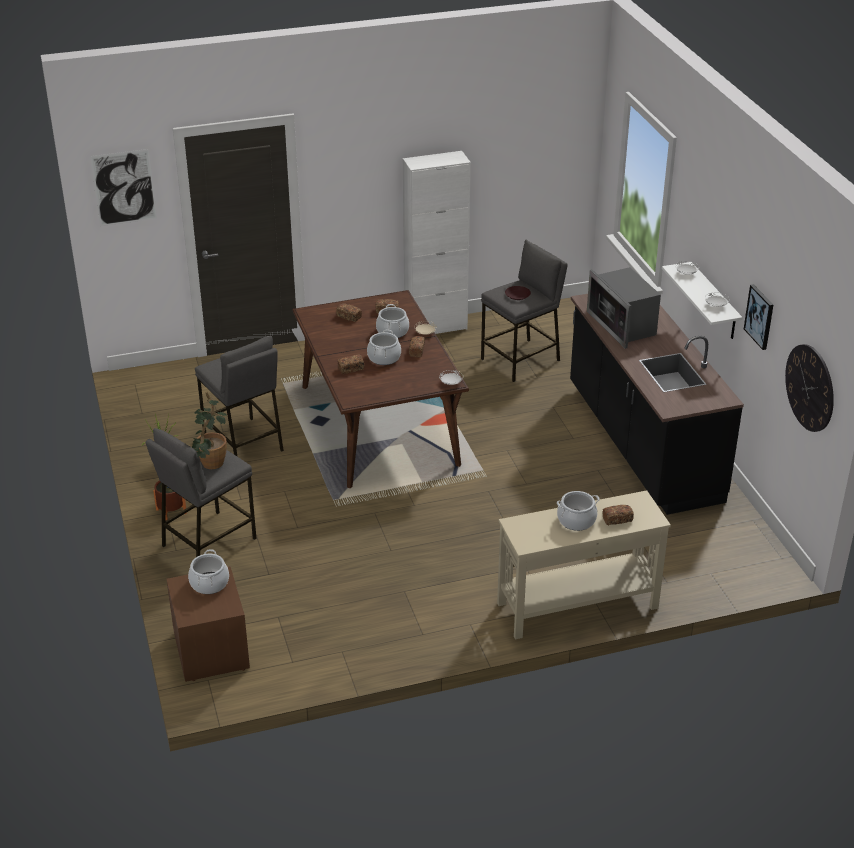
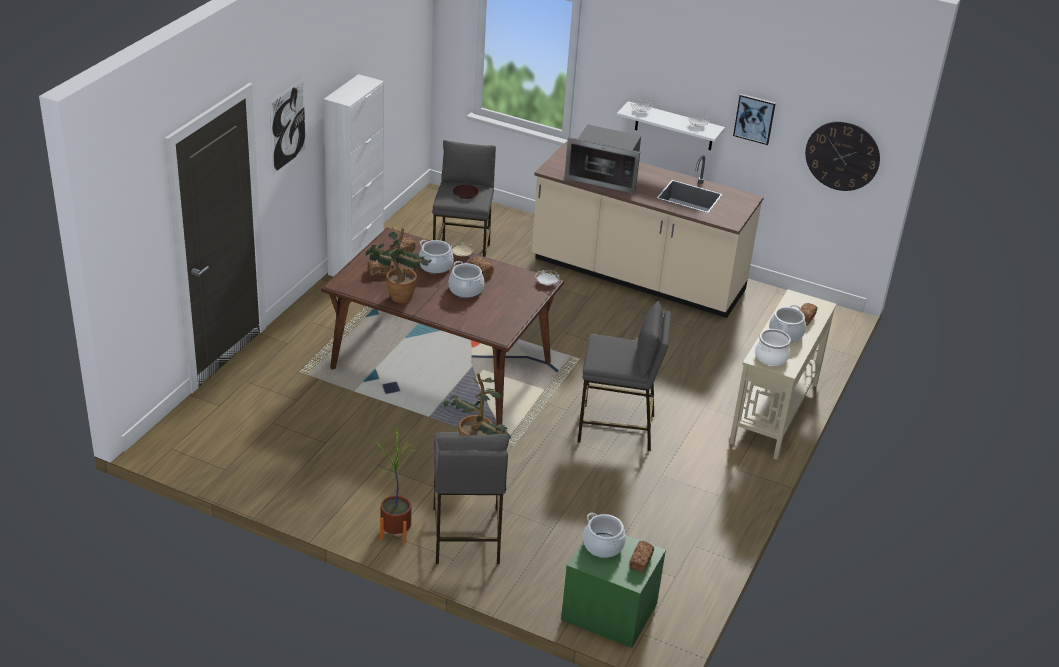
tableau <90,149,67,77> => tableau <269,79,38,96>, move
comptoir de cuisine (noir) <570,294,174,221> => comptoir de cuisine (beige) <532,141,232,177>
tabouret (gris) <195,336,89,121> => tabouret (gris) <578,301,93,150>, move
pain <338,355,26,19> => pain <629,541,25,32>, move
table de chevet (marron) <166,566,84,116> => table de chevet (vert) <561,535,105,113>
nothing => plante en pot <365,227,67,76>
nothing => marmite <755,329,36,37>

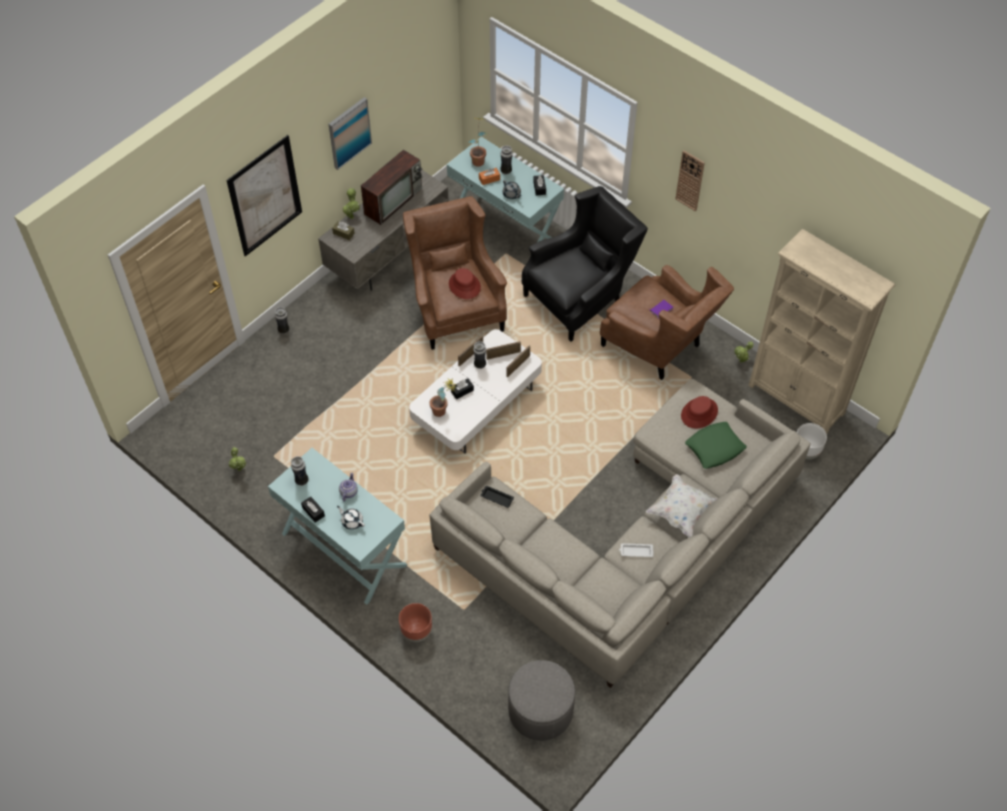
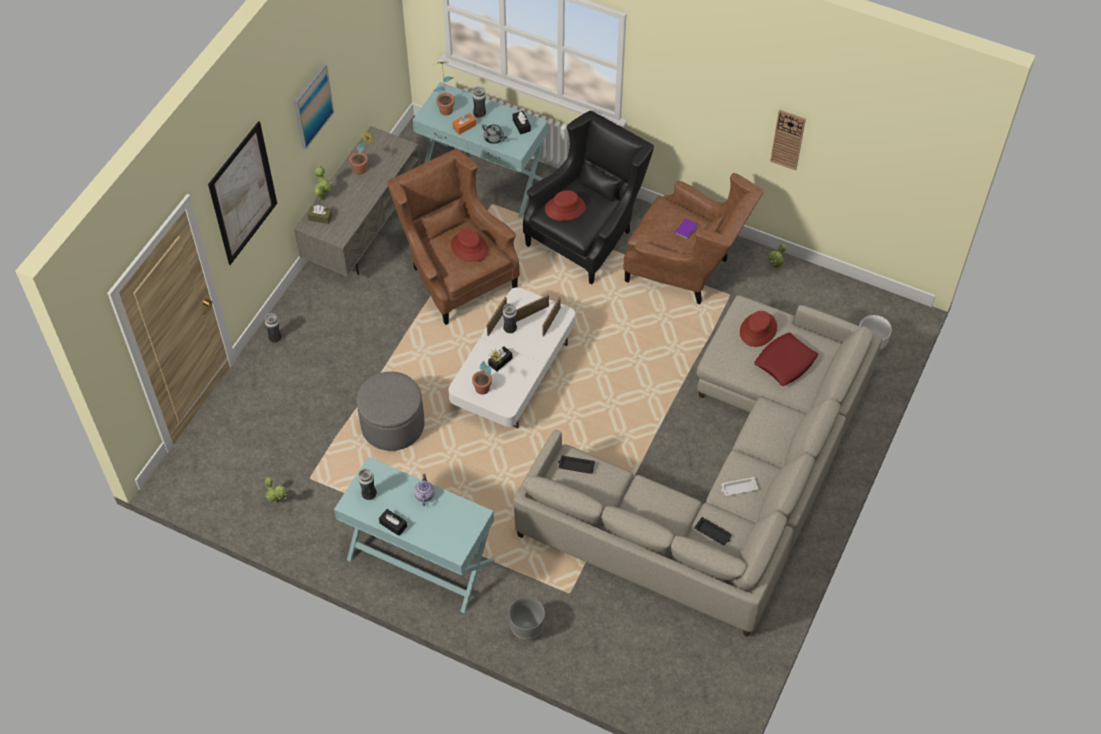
téléviseur <361,150,61,75> => plante en pot <349,131,26,43>
horloge murale <675,150,30,61> => horloge murale <770,110,36,60>, move
bibliothèque (beige) <748,229,147,205> => nothing
coussin (vert) <685,422,62,47> => coussin (rouge) <754,333,64,53>
coussin (blanc) <646,474,71,63> => nothing
théière (blanc) <337,506,28,24> => nothing
cache-pot (marron) <399,603,33,39> => cache-pot (gris) <509,597,36,43>
pouf (gris) <508,660,67,81> => pouf (gris) <357,372,67,79>, move
nothing => chapeau (rouge) <545,190,41,31>
nothing => plateau (noir) <694,517,38,28>

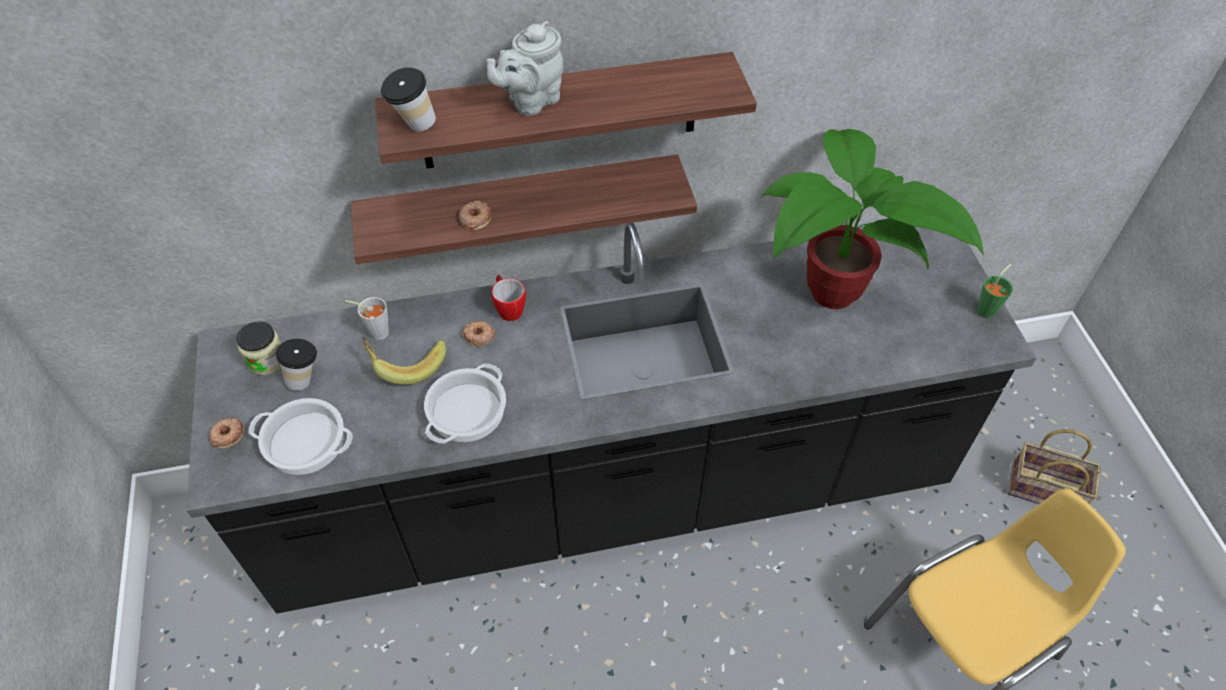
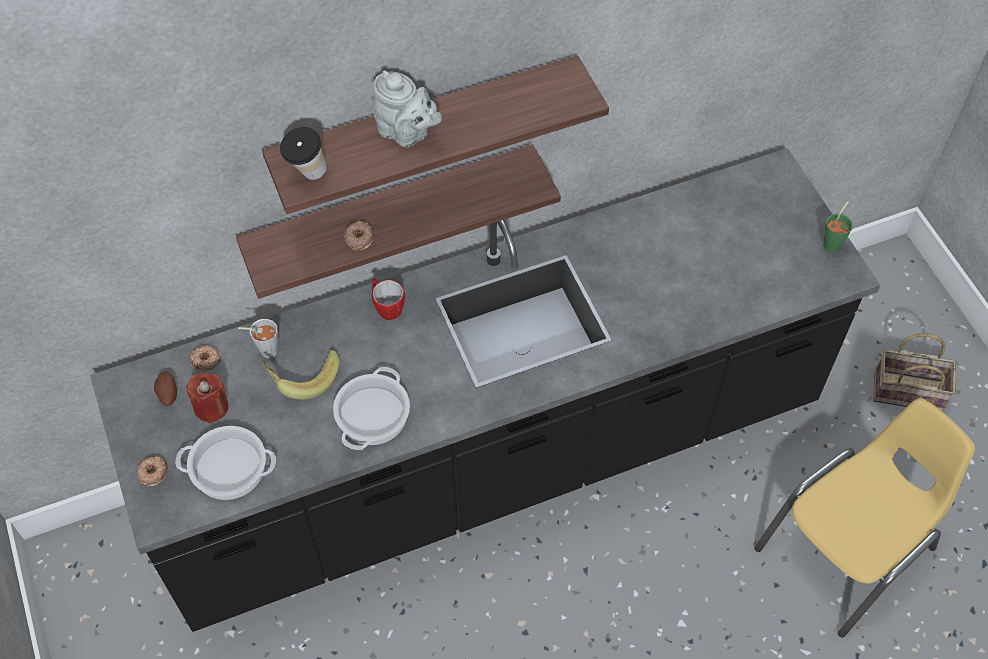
théière (gris) <487,21,76,95> => théière (gris) <373,70,69,77>, 90 degrees counterclockwise
plante en pot <761,129,223,180> => nothing
bocal <236,321,46,54> => pomme de terre <154,371,23,35>
beignet <463,321,32,26> => beignet <190,345,31,27>, move
tasse <276,339,41,52> => bougie (rouge) <186,373,42,50>

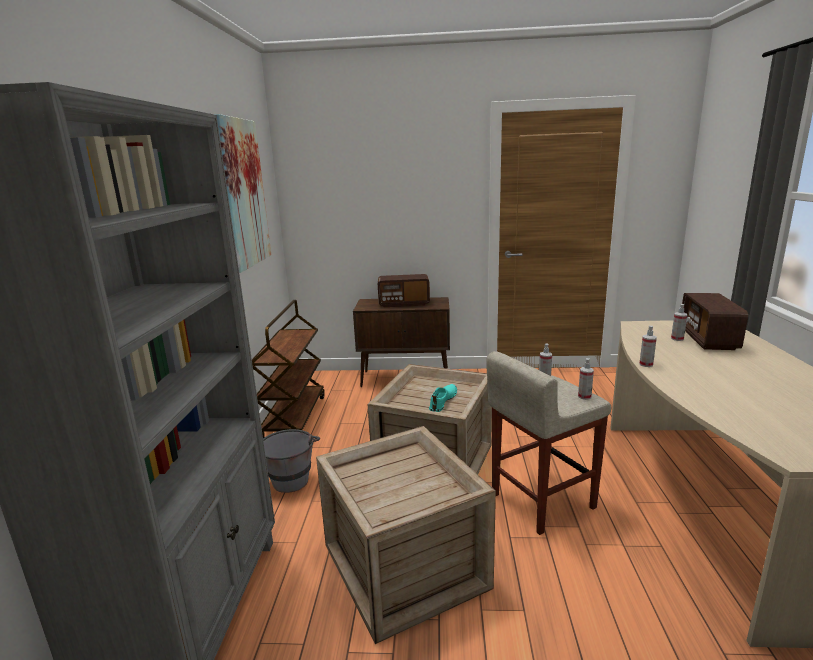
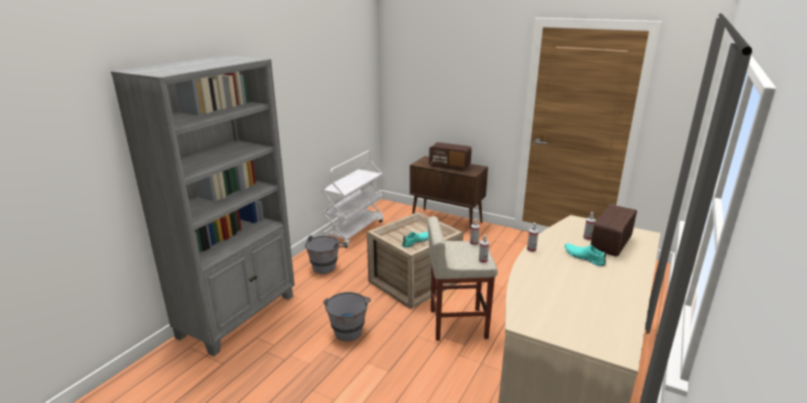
tableau <215,114,56,159> => nothing
chariot (marron) <252,300,73,138> => chariot (blanc) <321,151,63,97>
caisse <316,426,180,218> => seau (gris) <323,292,48,49>
nothing => chaussure (turquoise) <565,243,41,23>

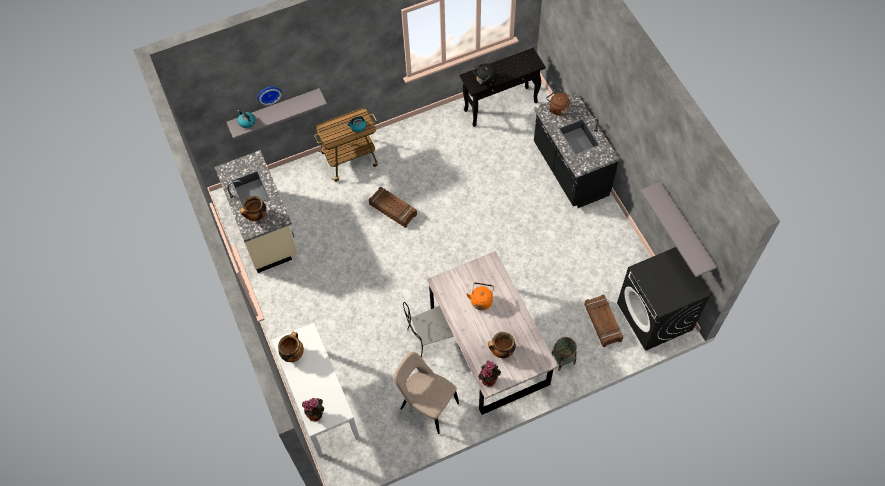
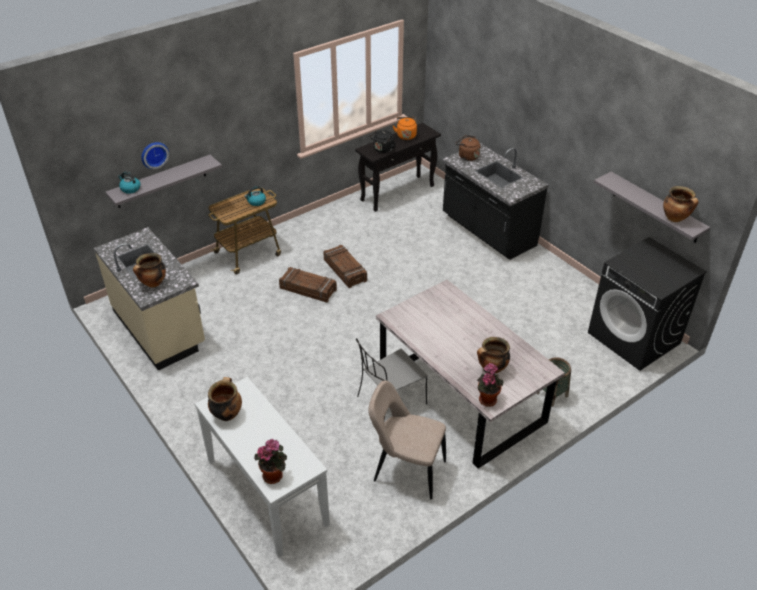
bouilloire (orange) <466,283,28,27> => bouilloire (orange) <393,117,24,23>, move
caisse <584,295,39,52> => caisse <323,245,44,43>, move
nothing => marmite <663,186,36,36>

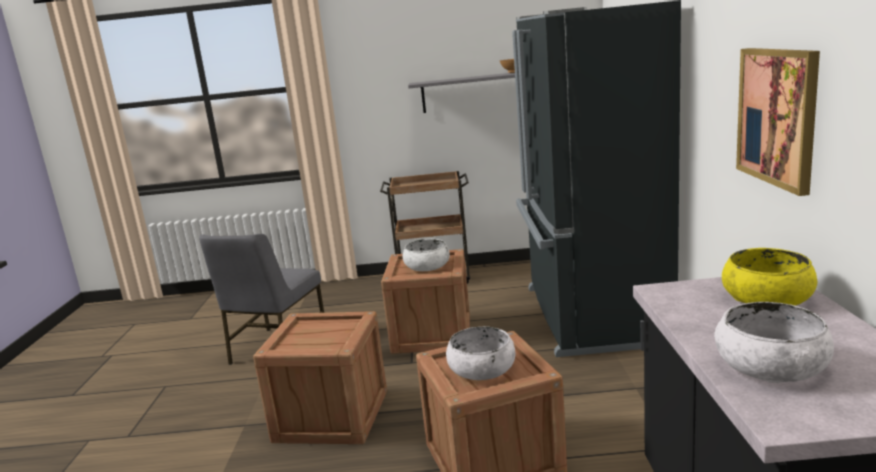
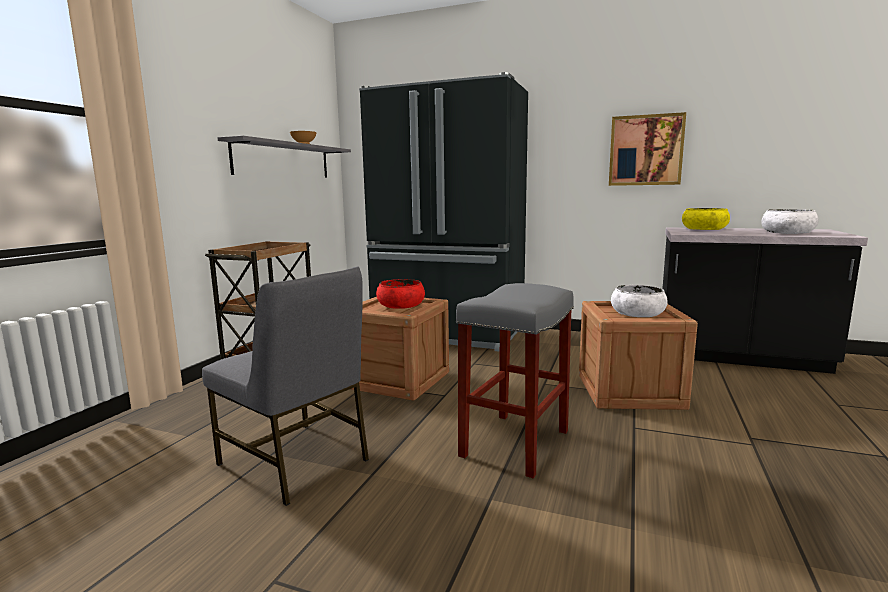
bol (blanc) <403,239,47,32> => bol (rouge) <376,279,49,30>
caisse <253,311,134,133> => tabouret (gris) <456,283,118,195>

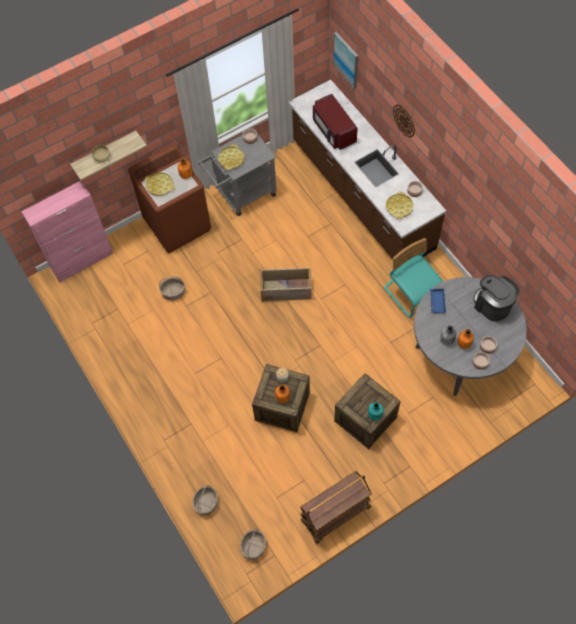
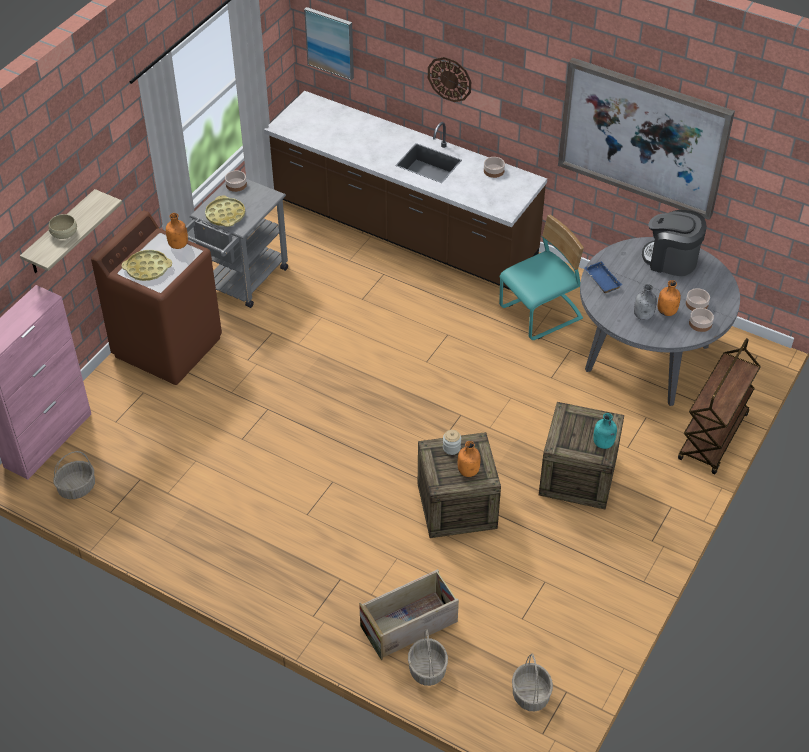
micro-ondes (rouge) <313,94,45,56> => nothing
plateau (jaune) <386,191,28,28> => nothing
chaise (turquoise) <384,238,59,80> => chaise (turquoise) <499,214,85,126>, 120 degrees clockwise
caisse <260,268,52,34> => caisse <359,569,100,91>, move
panier <159,276,26,25> => panier <53,451,42,48>, move
chariot (marron) <300,471,72,73> => chariot (marron) <678,338,83,136>, move
nothing => tableau <558,58,177,162>

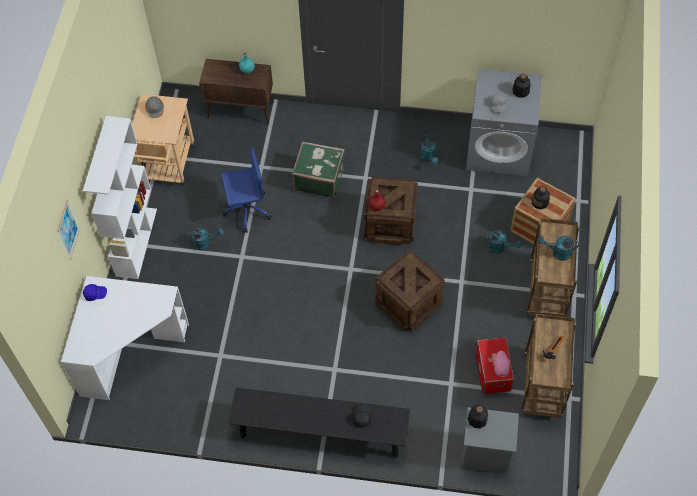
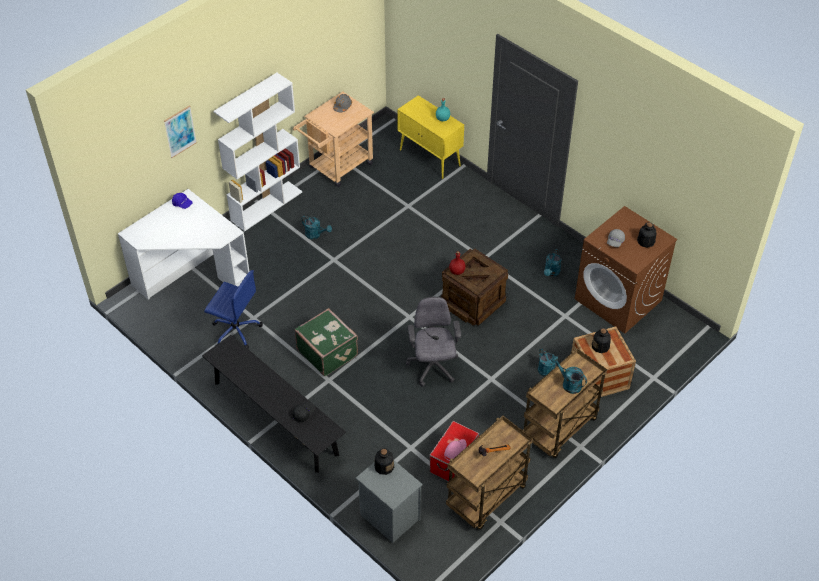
meuble de rangement (marron) <199,59,74,65> => meuble de rangement (jaune) <397,95,67,84>
lave-linge (gris) <466,69,76,107> => lave-linge (marron) <575,206,102,128>
valise (vert) <292,141,53,57> => valise (vert) <295,308,63,68>, move
chaise de bureau (bleu) <221,147,50,86> => chaise de bureau (bleu) <204,270,59,78>, move
caisse <375,251,70,81> => chaise de bureau (gris) <406,297,55,90>

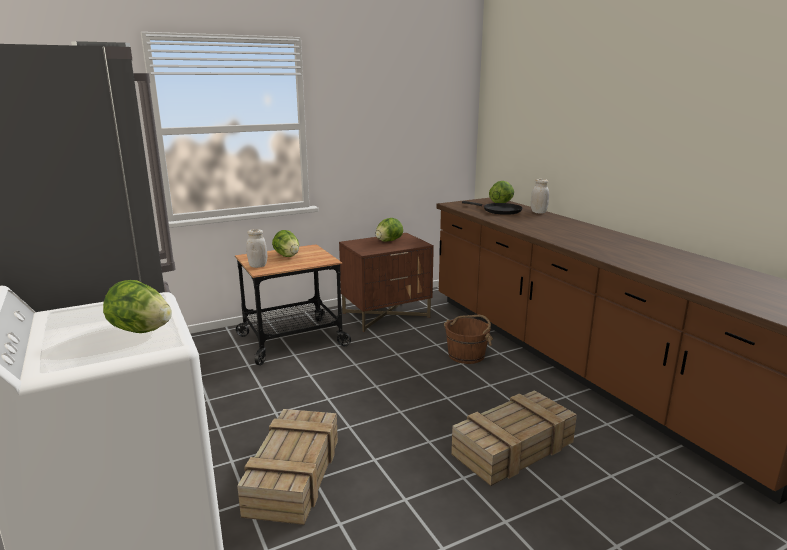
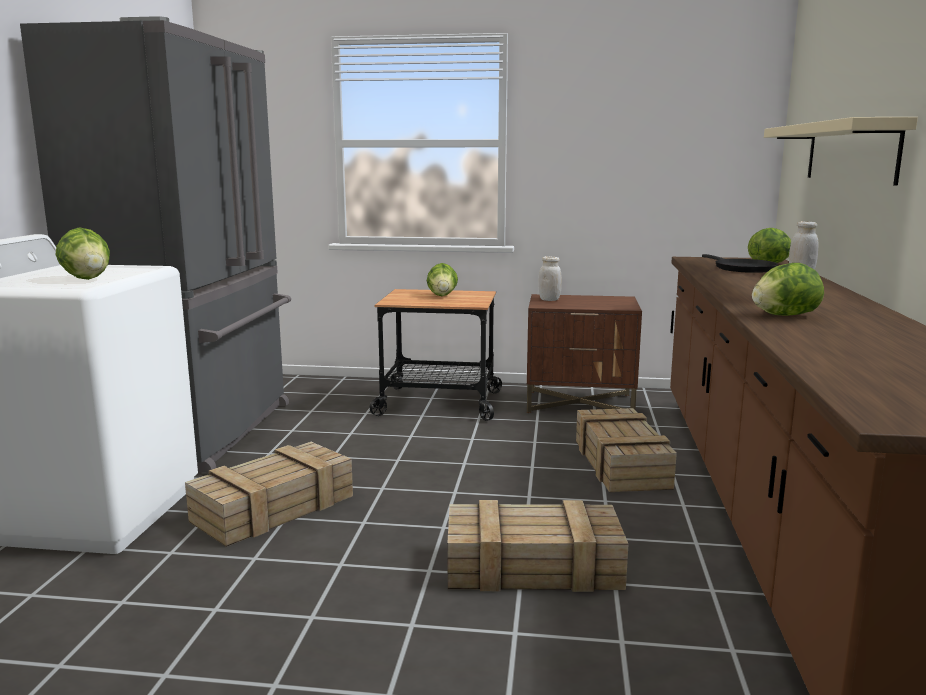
laitue <376,218,27,24> => laitue <752,263,72,53>, move
bocal (blanc) <246,229,21,39> => bocal (blanc) <538,256,24,45>, move
seau (marron) <444,315,49,49> => caisse <576,408,101,84>
nothing => étagère (beige) <764,117,154,69>

